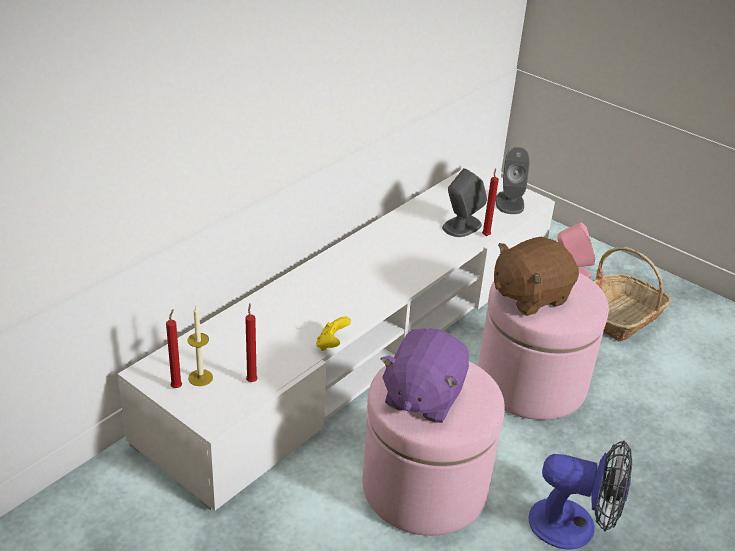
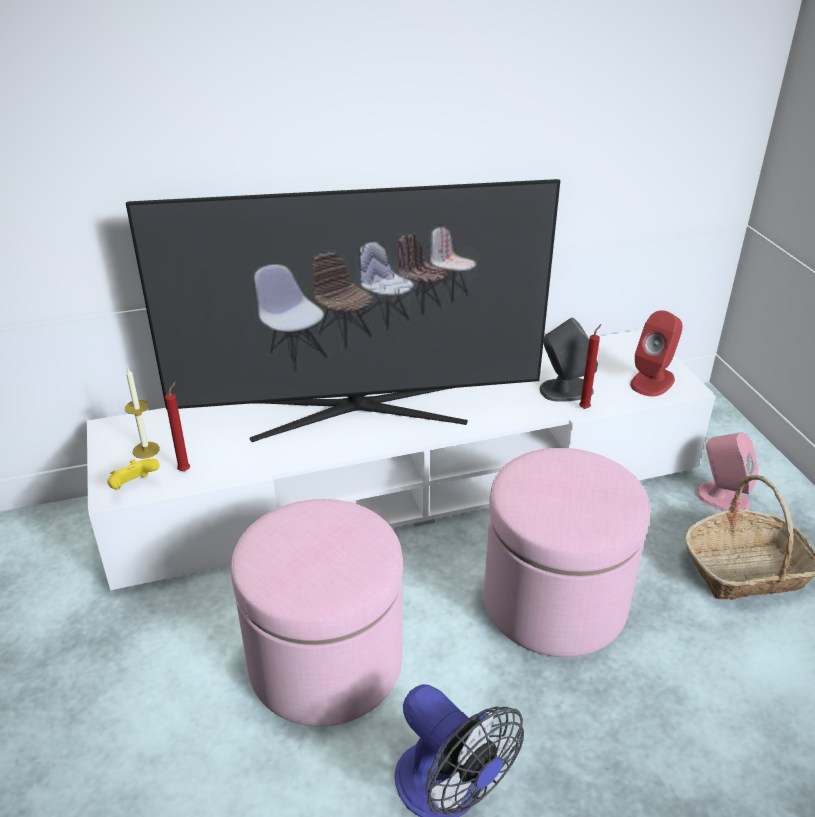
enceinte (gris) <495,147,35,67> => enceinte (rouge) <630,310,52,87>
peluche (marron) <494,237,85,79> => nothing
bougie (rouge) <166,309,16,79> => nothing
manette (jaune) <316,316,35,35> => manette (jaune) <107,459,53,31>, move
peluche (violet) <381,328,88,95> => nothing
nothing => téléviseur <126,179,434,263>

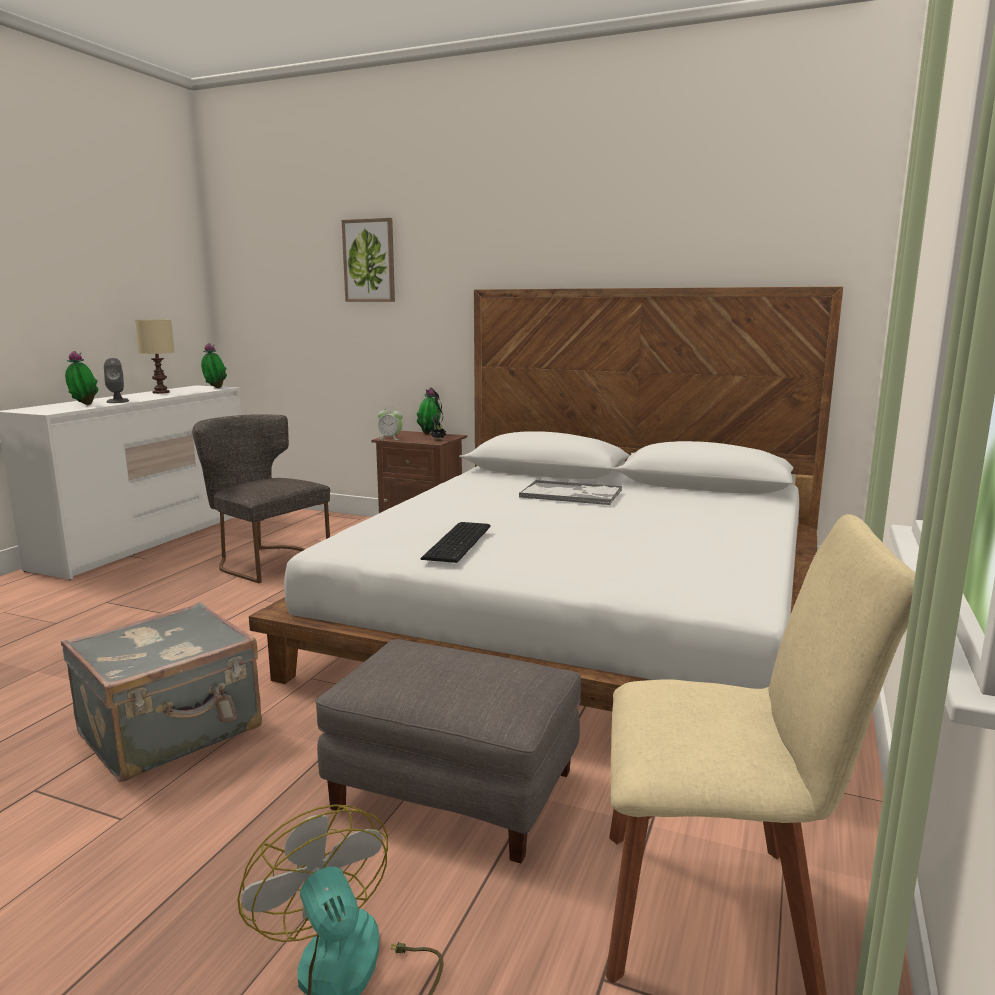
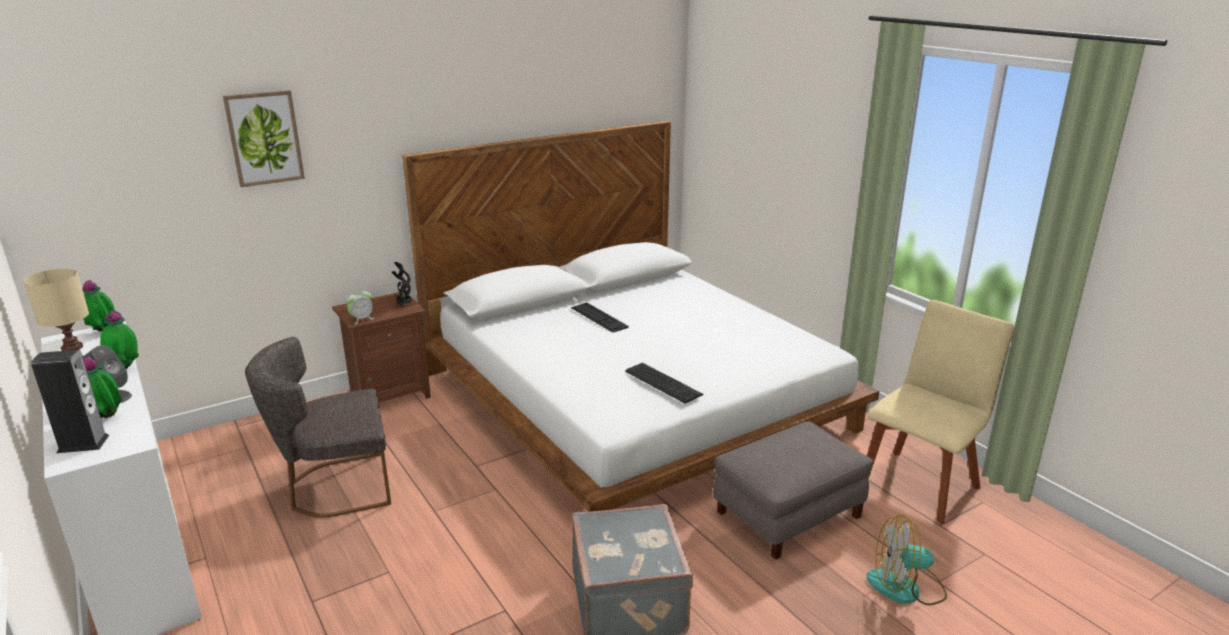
plante en pot <417,387,24,47> => plante en pot <100,310,39,59>, move
plateau <519,480,103,25> => clavier <571,302,58,31>
nothing => enceinte <31,350,78,103>

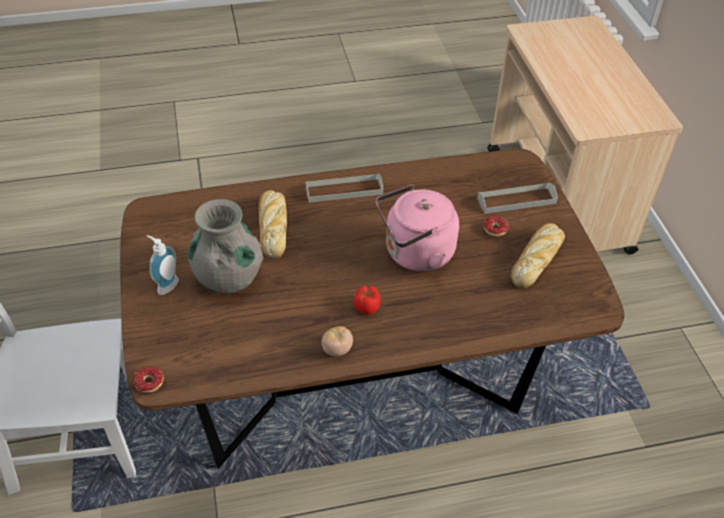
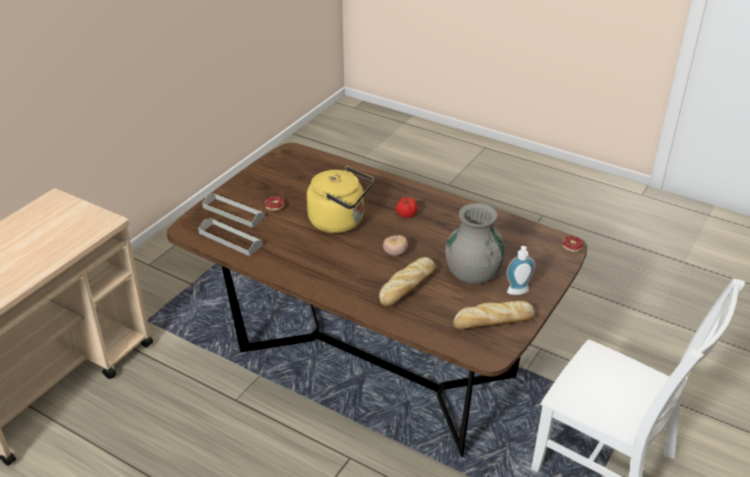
plateau (gris) <305,173,78,30> => plateau (gris) <198,218,65,38>, move
bouilloire (rose) <376,185,83,87> => bouilloire (jaune) <307,166,67,67>
pain <511,223,54,66> => pain <453,301,82,29>, move
tomate <321,326,32,30> => tomate <383,235,25,21>, move

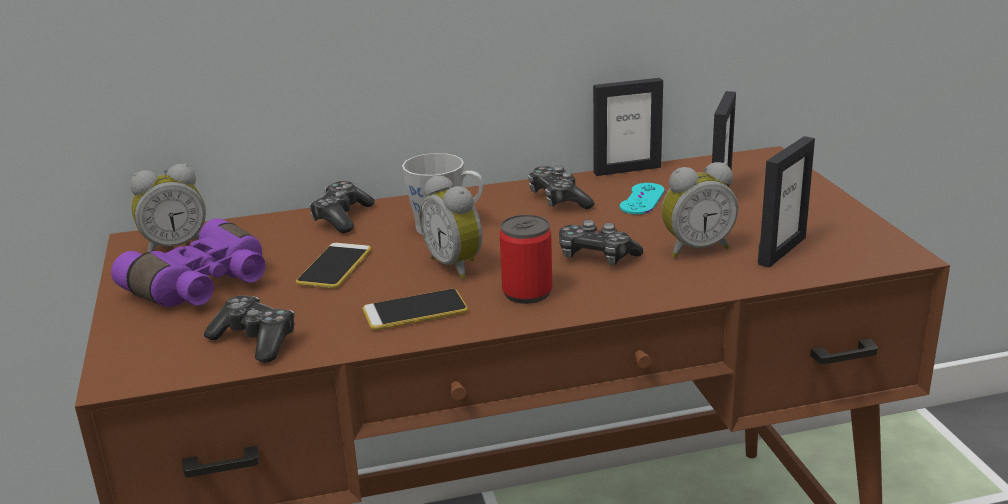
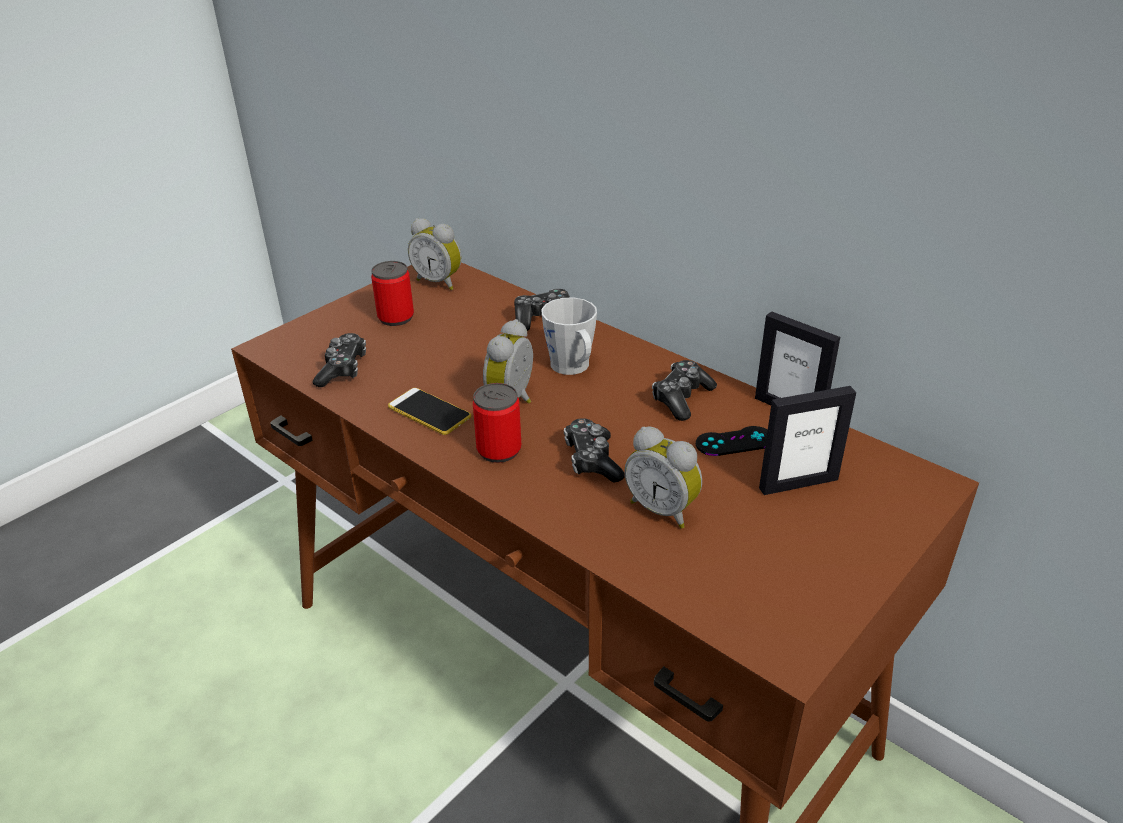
cadre photo <758,136,57,132> => nothing
manette (turquoise) <620,183,45,31> => manette (noir) <696,426,72,30>
jumelles (violet) <111,218,155,89> => boîte métallique <371,261,43,65>
téléphone <296,243,75,46> => nothing

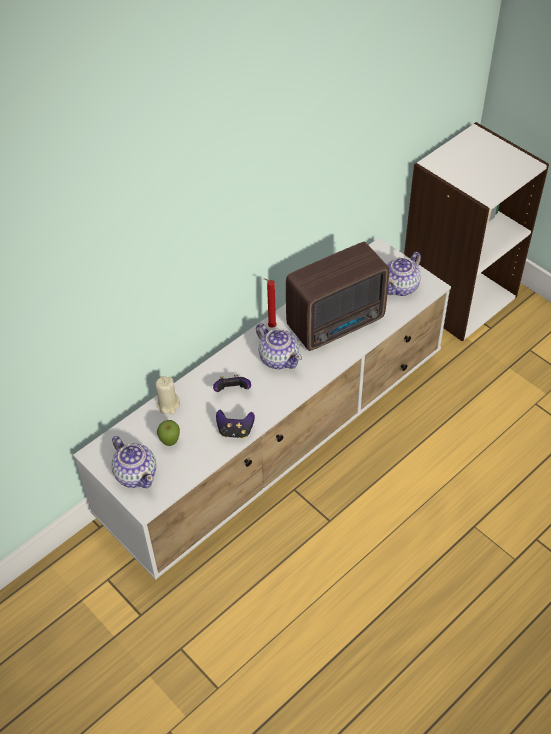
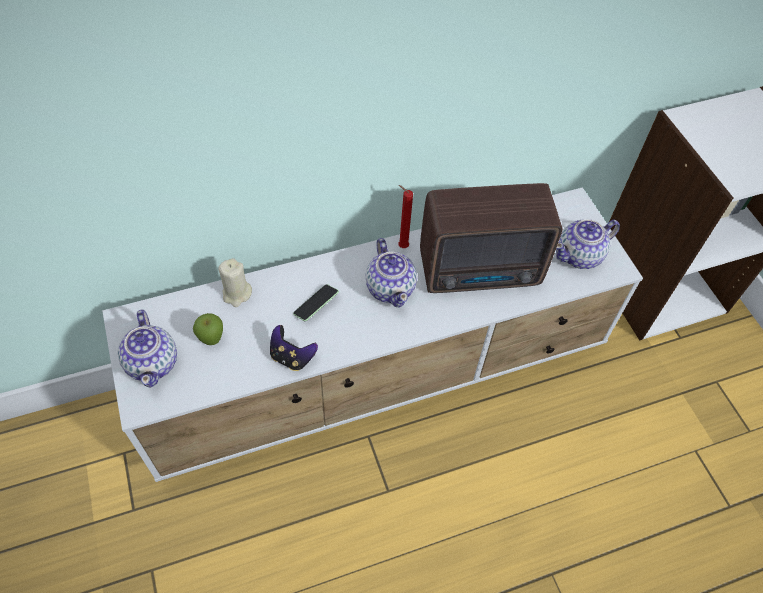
manette <213,375,38,17> => téléphone <293,284,46,37>

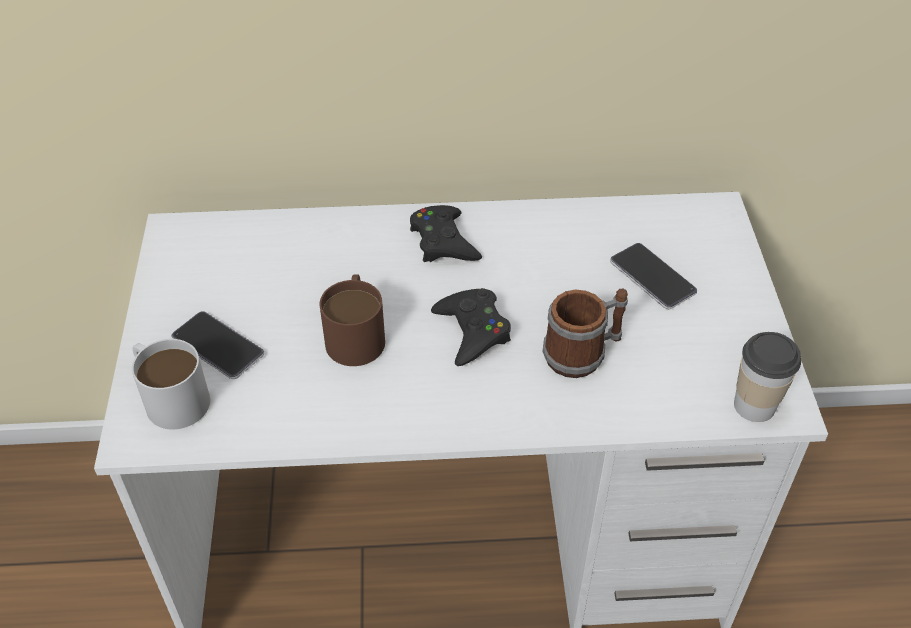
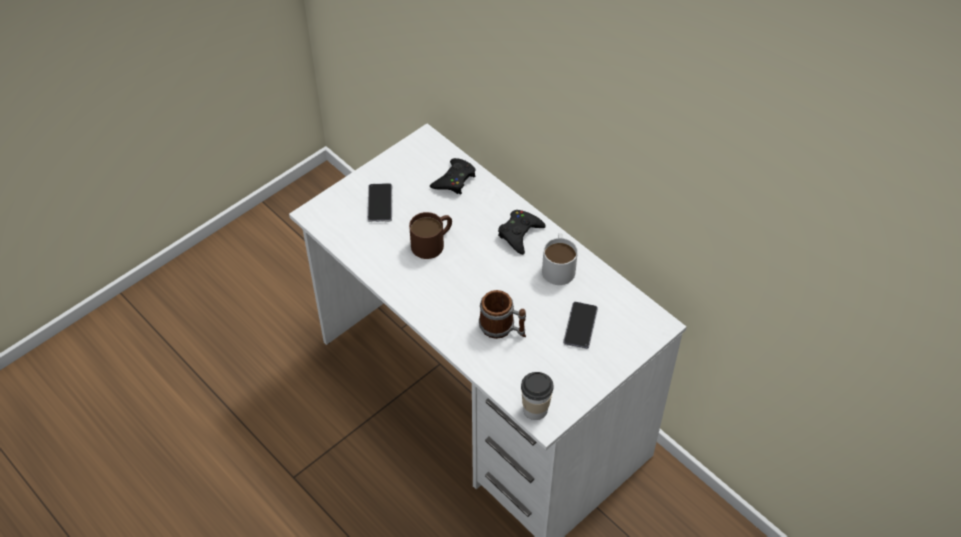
manette (noir) <431,288,80,78> => manette (noir) <430,158,45,37>, move
mug (blanc) <132,339,78,91> => mug (blanc) <542,233,36,52>, move

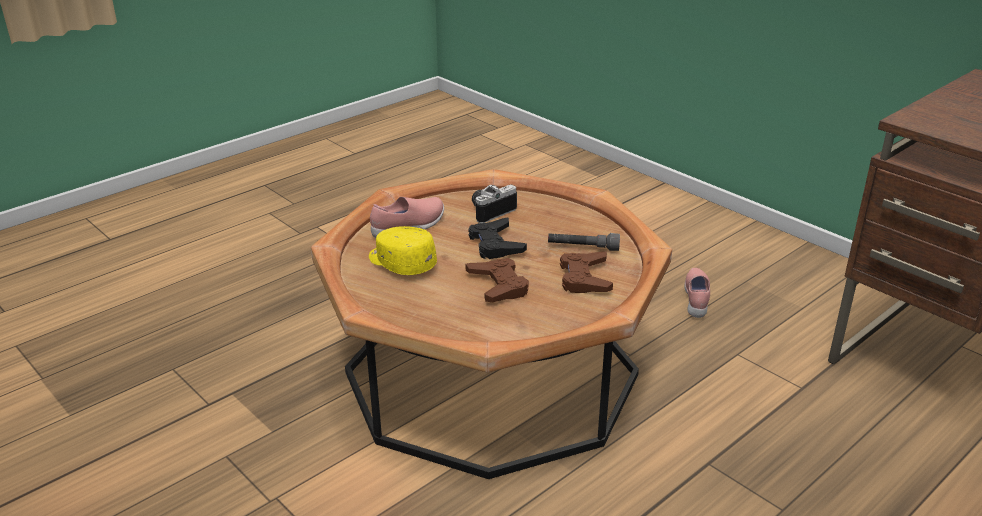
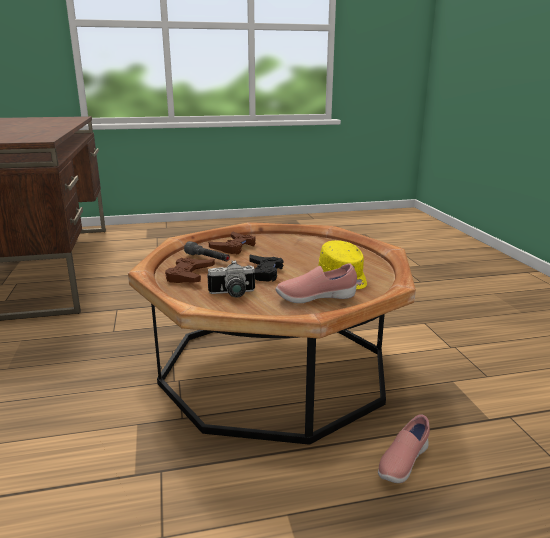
manette (marron) <466,258,63,44> => manette (marron) <165,258,50,25>, move
chaussure (rose) <684,268,26,50> => chaussure (rose) <378,414,52,69>, move

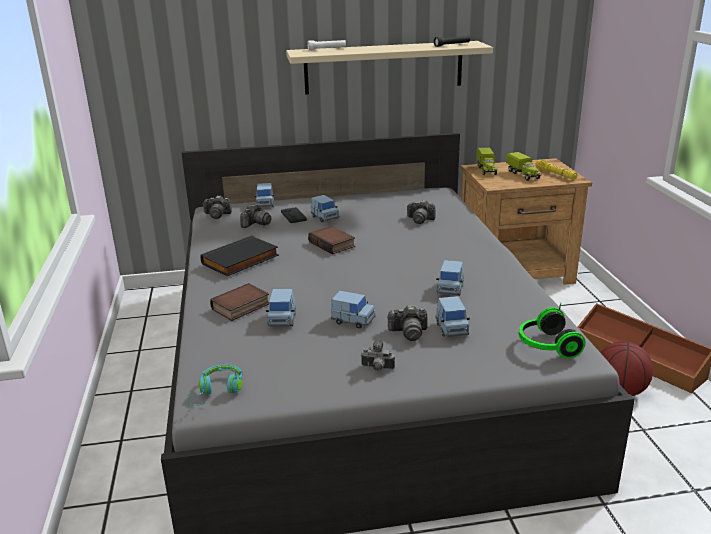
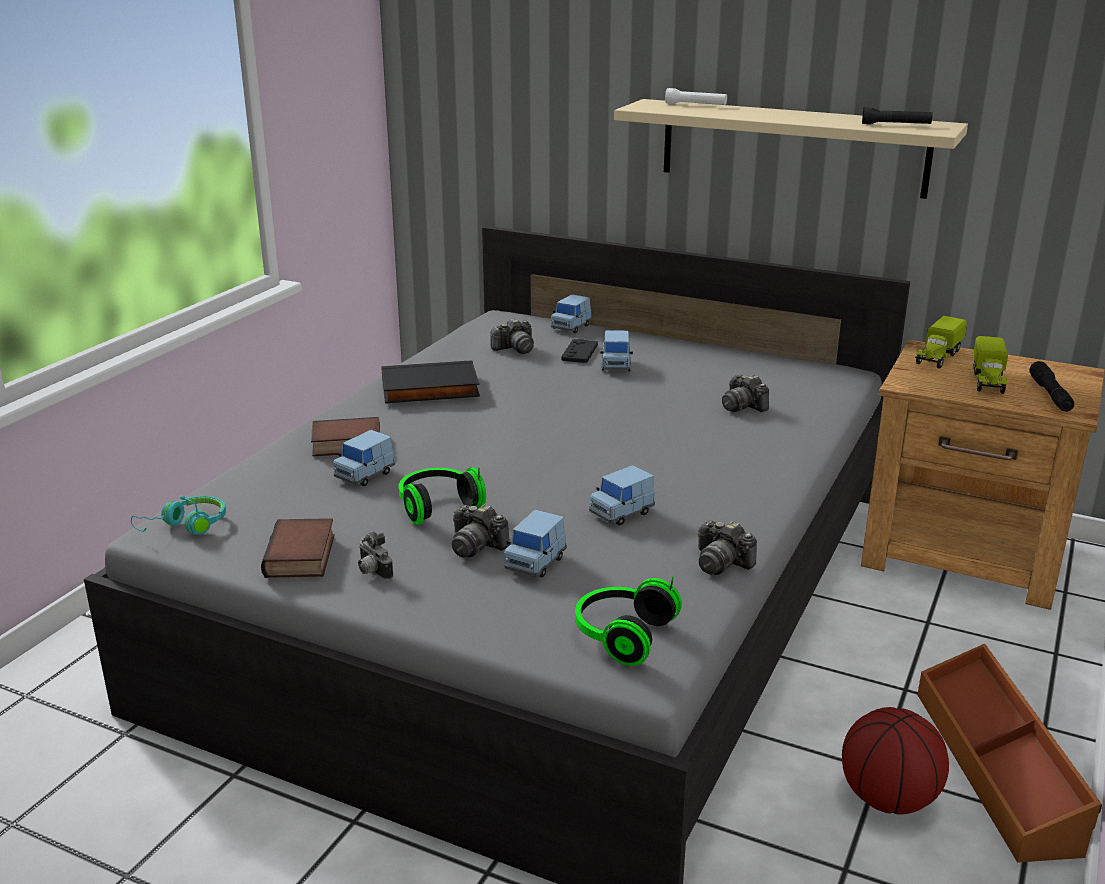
lampe de poche (jaune) <536,160,41,20> => lampe de poche (noir) <1030,361,44,51>
appareil photo <202,195,30,24> => appareil photo <698,520,59,55>, move
livre <308,226,47,29> => livre <261,518,74,60>, move
petite voiture (bleu) <331,291,44,38> => casque audio <398,467,88,58>

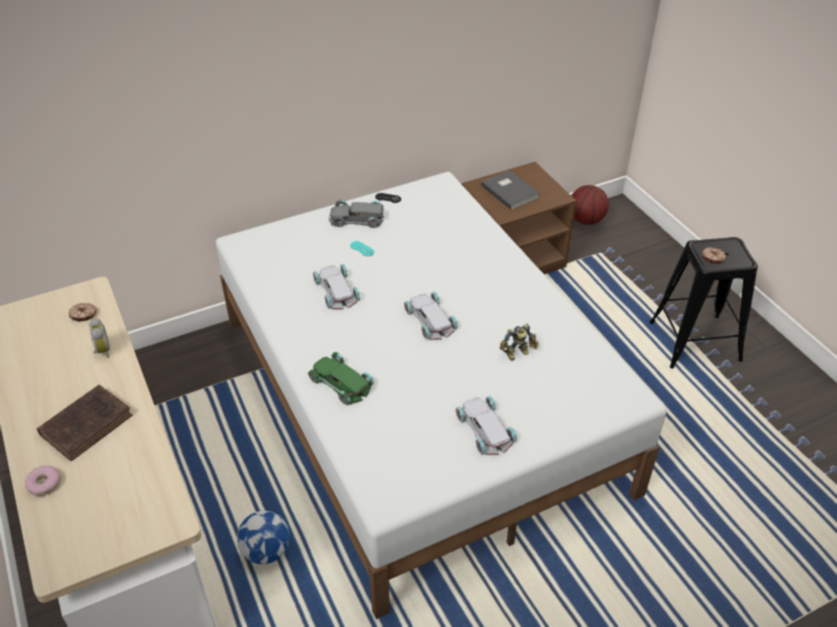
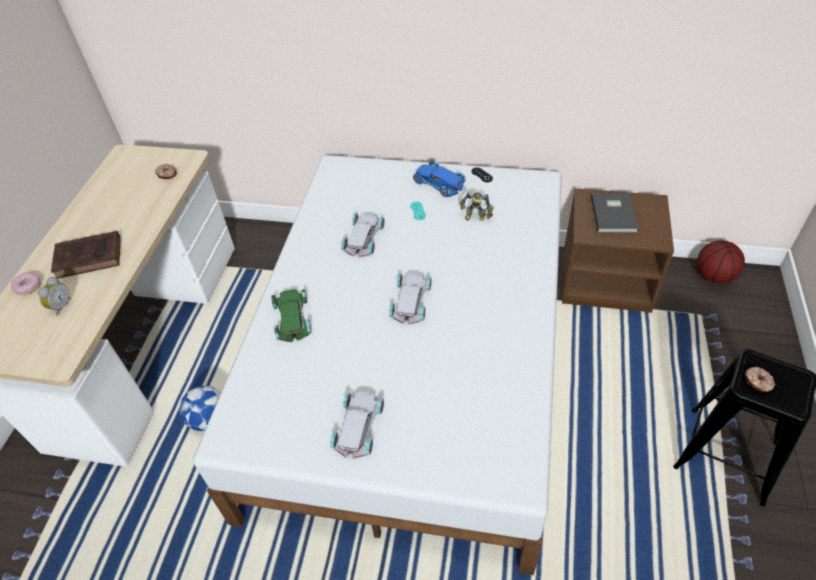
petite voiture (gris) <329,200,55,28> => petite voiture (bleu) <413,160,53,37>
réveil <89,318,21,40> => réveil <38,277,33,39>, move
robot jouet <500,324,39,37> => robot jouet <460,191,34,30>, move

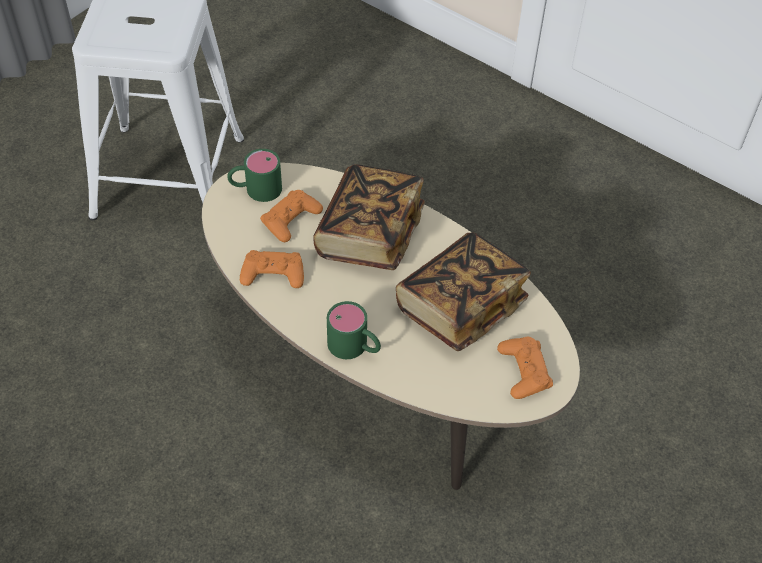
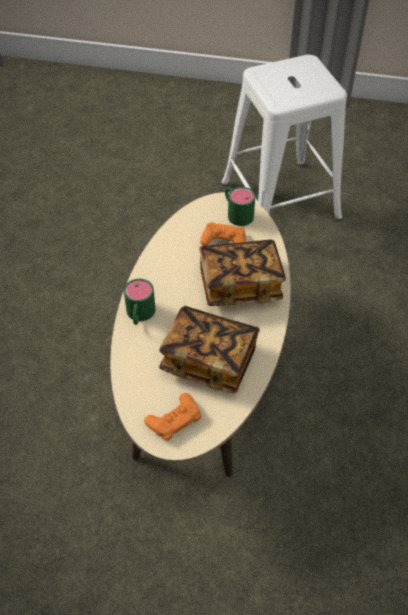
manette (orange) <240,250,64,38> => nothing

